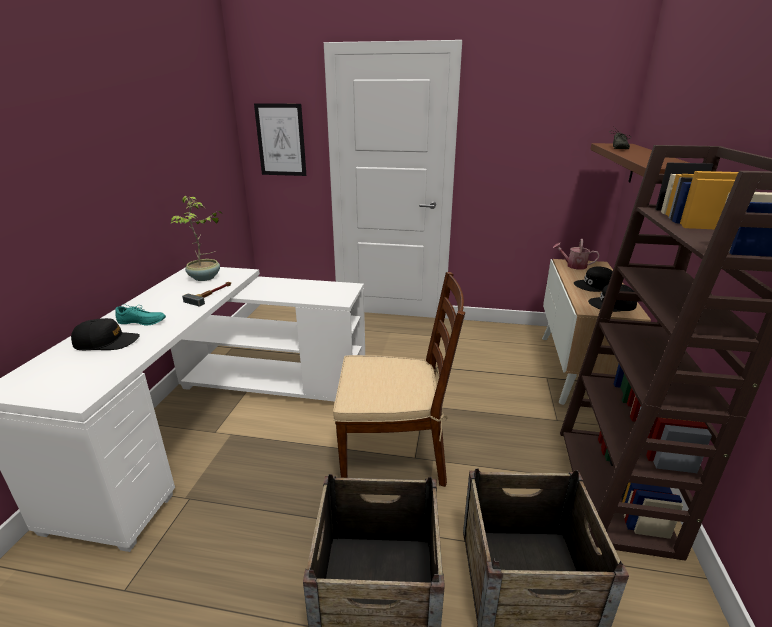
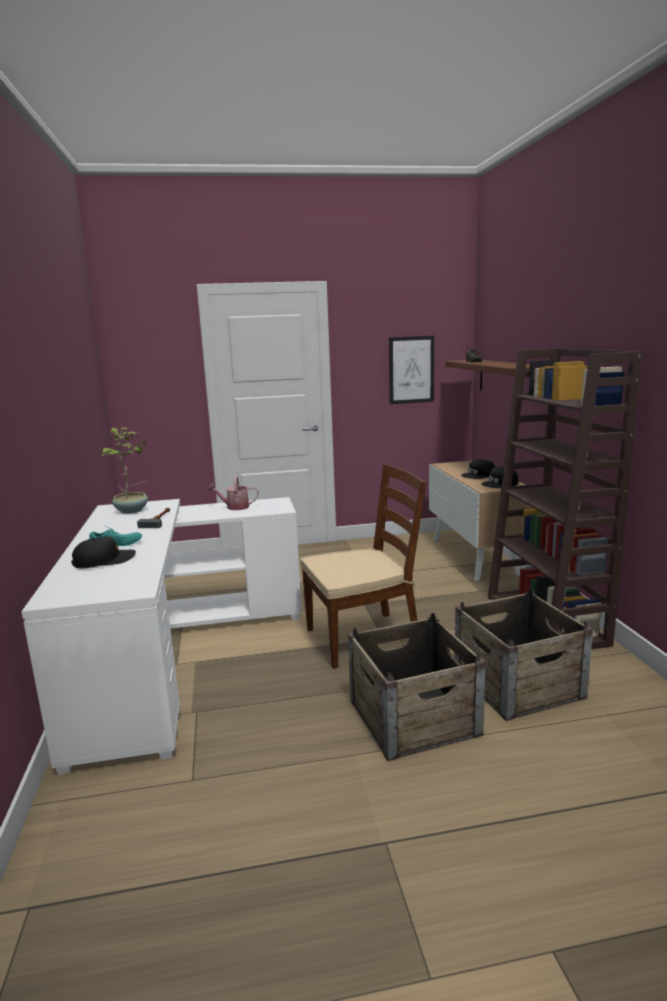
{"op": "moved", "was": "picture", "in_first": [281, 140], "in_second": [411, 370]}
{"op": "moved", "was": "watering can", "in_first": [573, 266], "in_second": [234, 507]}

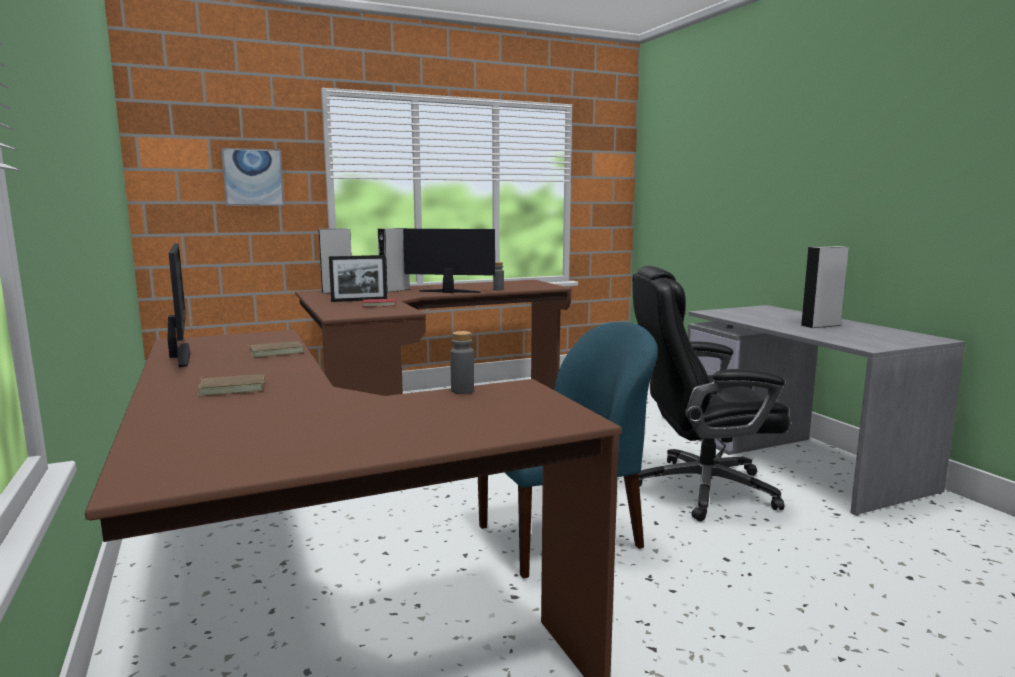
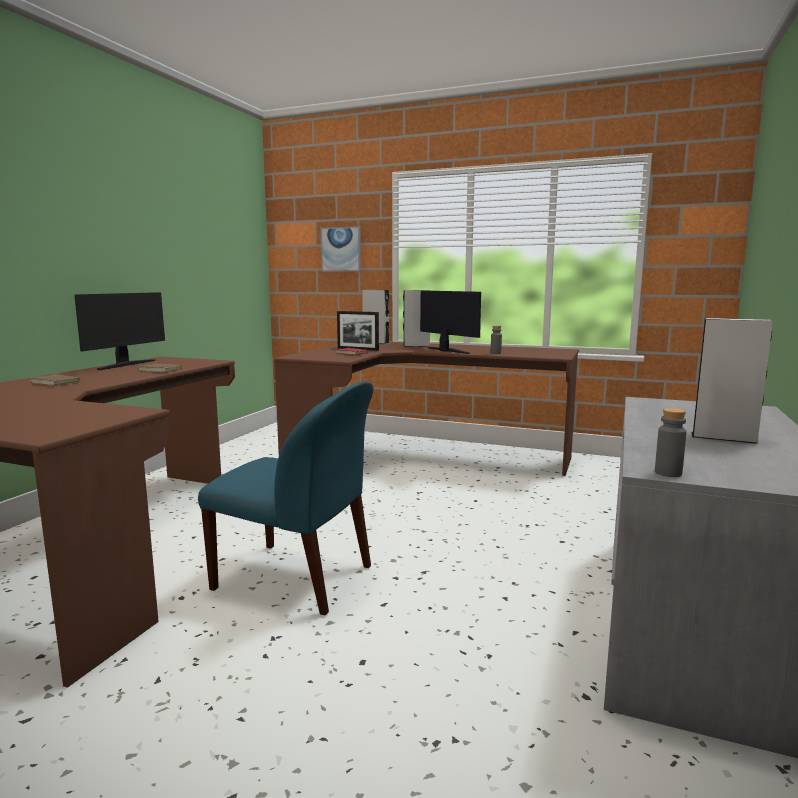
{"op": "moved", "was": "grey bottle", "in_first": [462, 390], "in_second": [668, 473]}
{"op": "removed", "was": "black office chair", "in_first": [700, 489]}

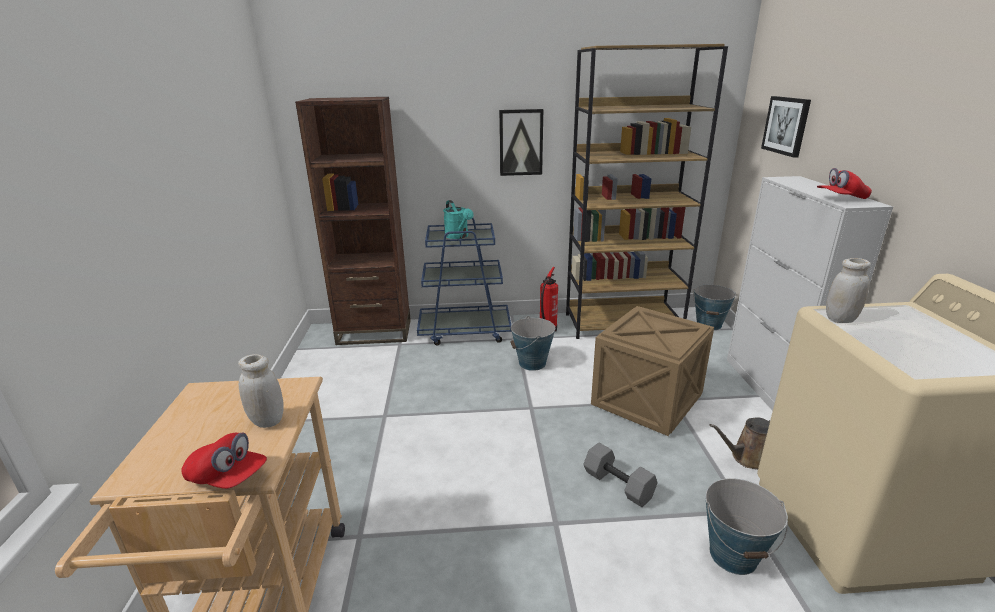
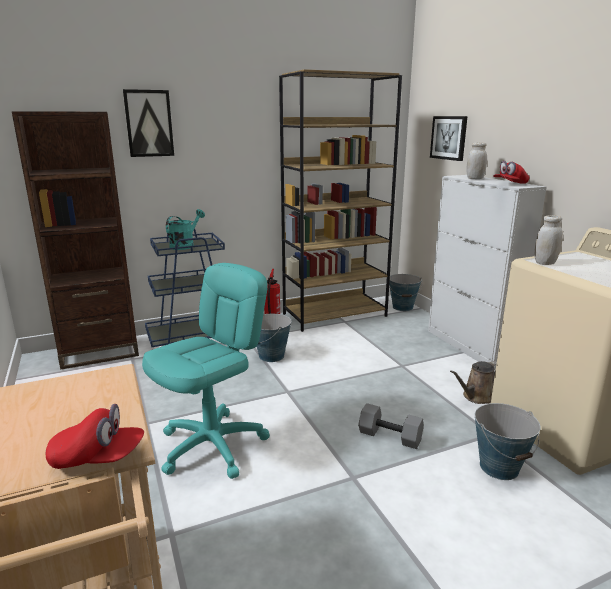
{"op": "moved", "was": "white jar", "in_first": [267, 421], "in_second": [475, 178]}
{"op": "turned", "was": "turquoise watering can", "in_first": [458, 236], "in_second": [185, 245], "clockwise": -105}
{"op": "moved", "was": "picture", "in_first": [521, 142], "in_second": [149, 123]}
{"op": "removed", "was": "crate", "in_first": [647, 399]}
{"op": "added", "now": "turquoise office chair", "in_second": [213, 445]}

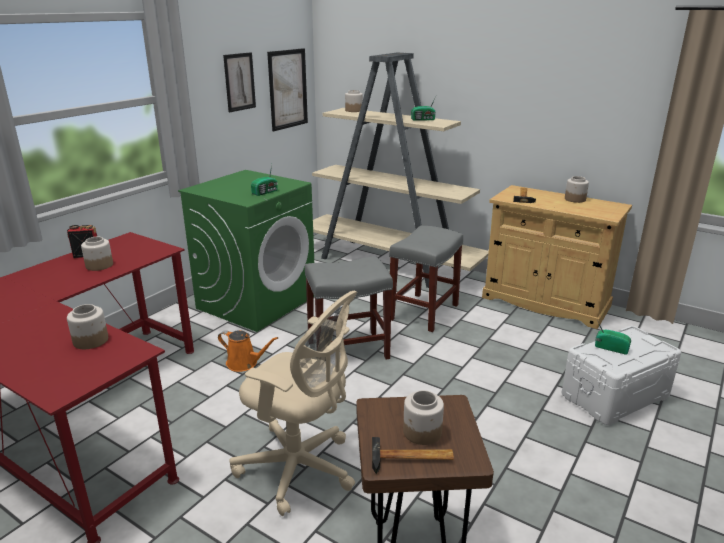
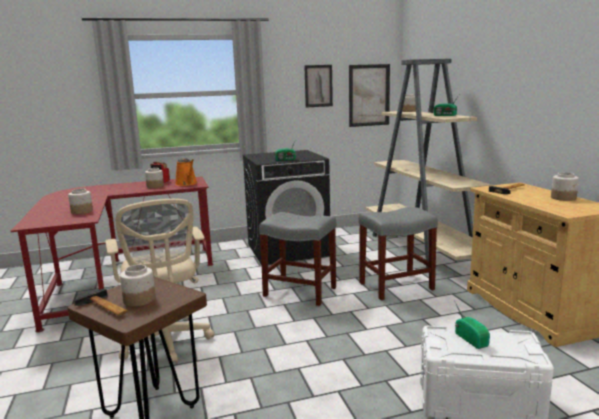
{"op": "recoloured", "was": "green washing machine", "now": "black washing machine", "in_first": [257, 301], "in_second": [288, 250]}
{"op": "moved", "was": "orange watering can", "in_first": [244, 363], "in_second": [187, 184]}

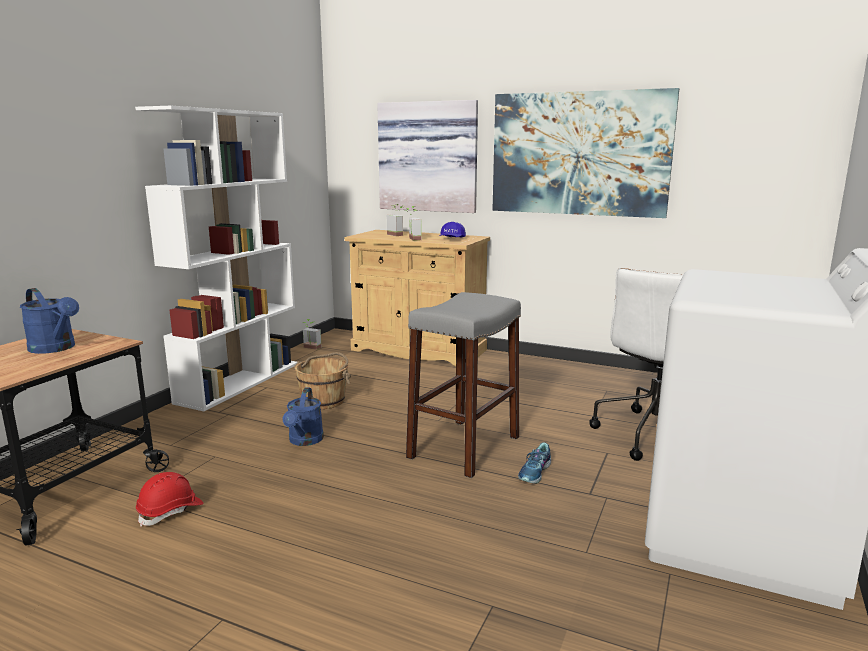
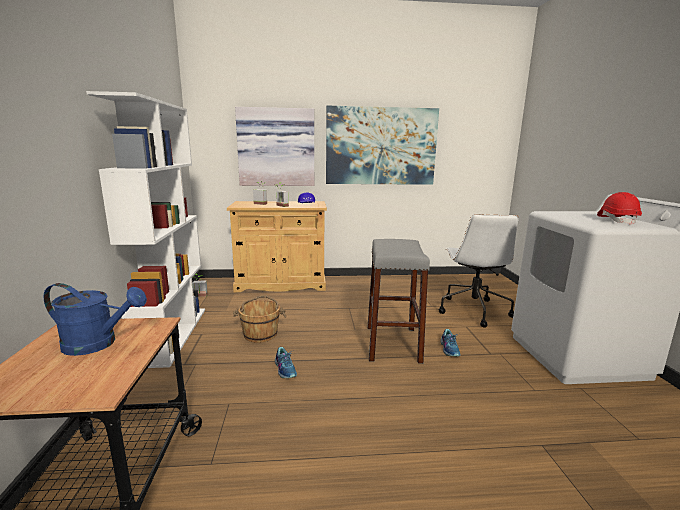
{"op": "moved", "was": "red hard hat", "in_first": [171, 512], "in_second": [617, 220]}
{"op": "replaced", "was": "blue watering can", "now": "shoe", "in_first": [304, 441], "in_second": [285, 369]}

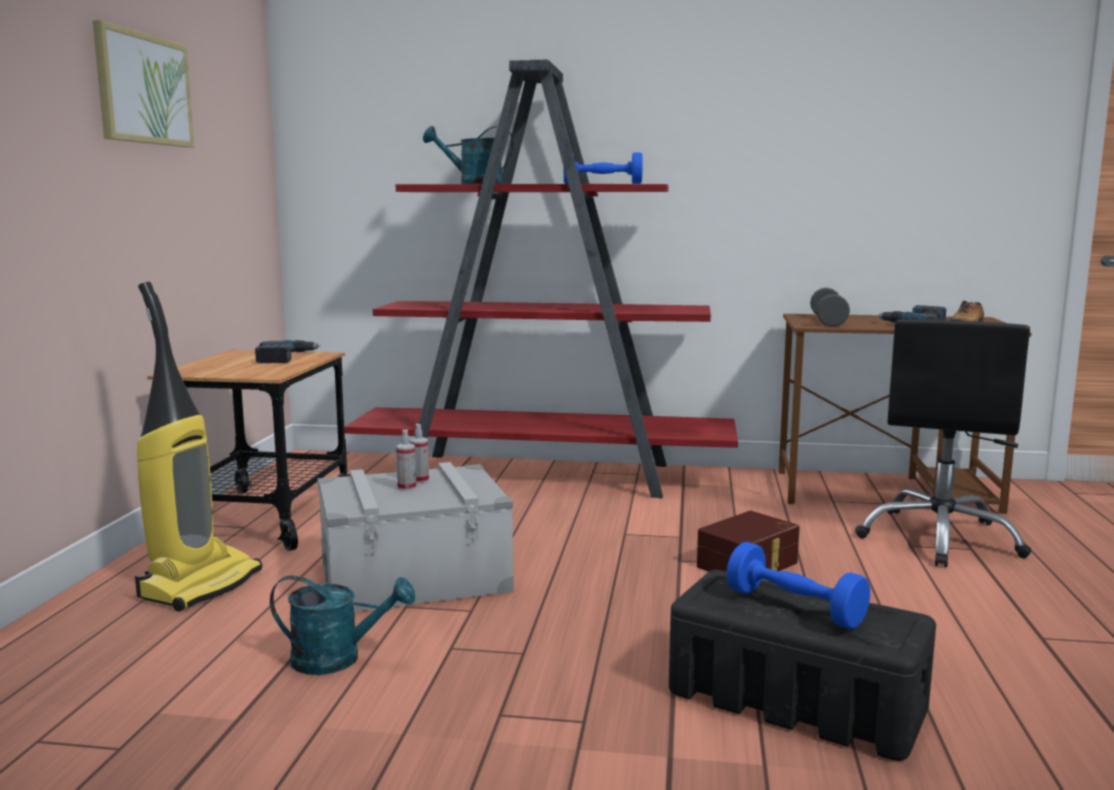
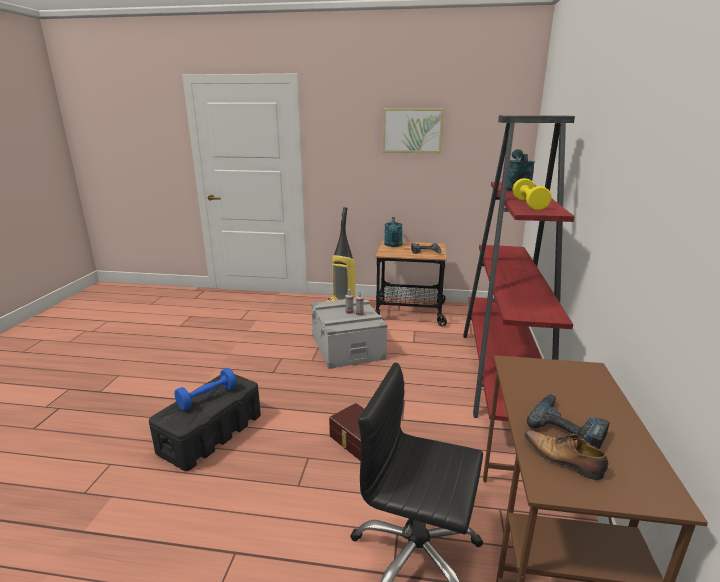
{"op": "moved", "was": "turquoise watering can", "in_first": [338, 659], "in_second": [393, 245]}
{"op": "recoloured", "was": "blue dumbbell", "now": "yellow dumbbell", "in_first": [602, 183], "in_second": [529, 204]}
{"op": "removed", "was": "grey dumbbell", "in_first": [828, 321]}

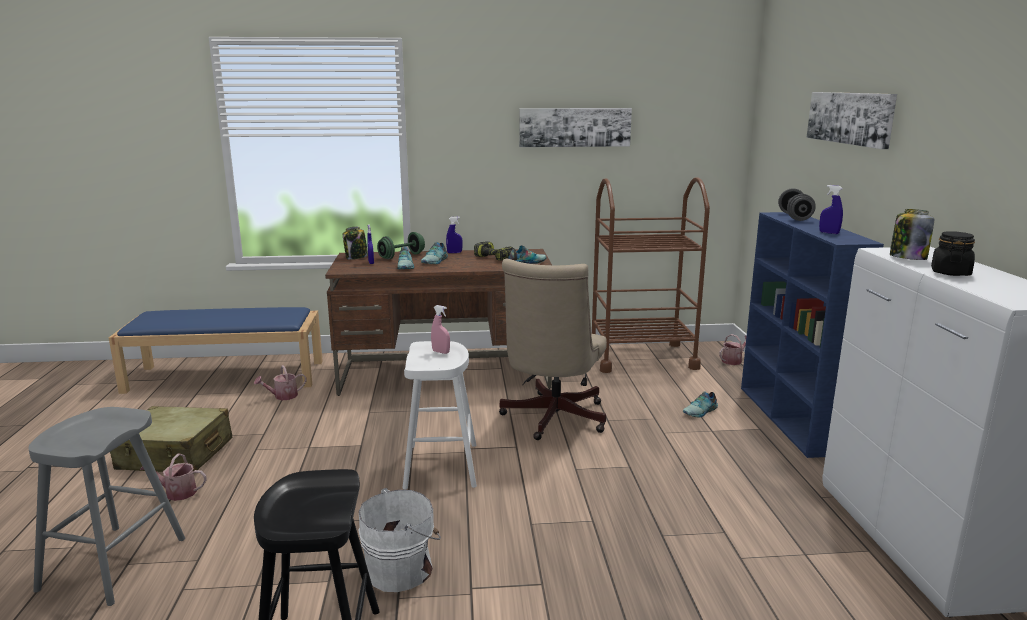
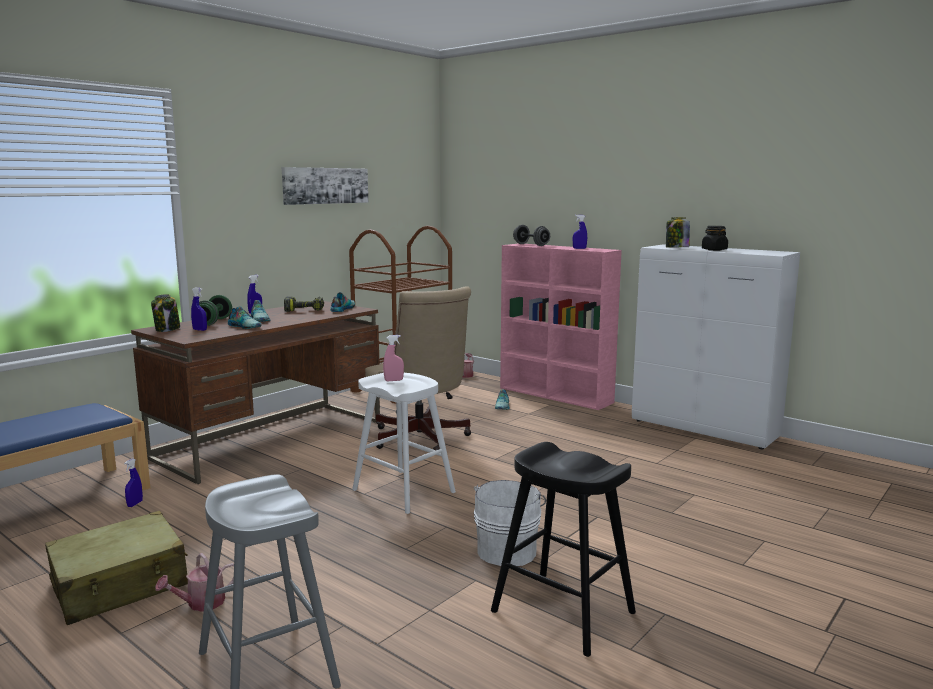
{"op": "replaced", "was": "watering can", "now": "blue spray bottle", "in_first": [282, 396], "in_second": [135, 504]}
{"op": "recoloured", "was": "blue bookcase", "now": "pink bookcase", "in_first": [791, 419], "in_second": [556, 395]}
{"op": "removed", "was": "picture", "in_first": [850, 118]}

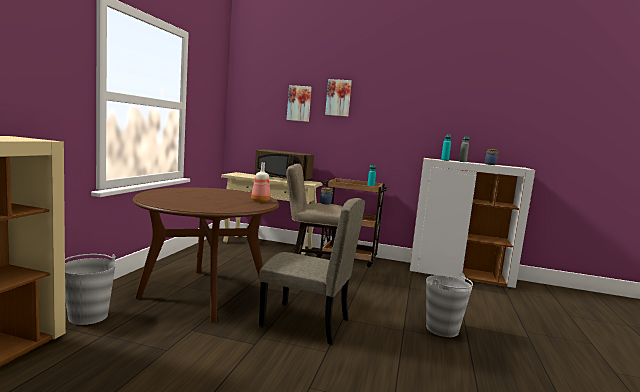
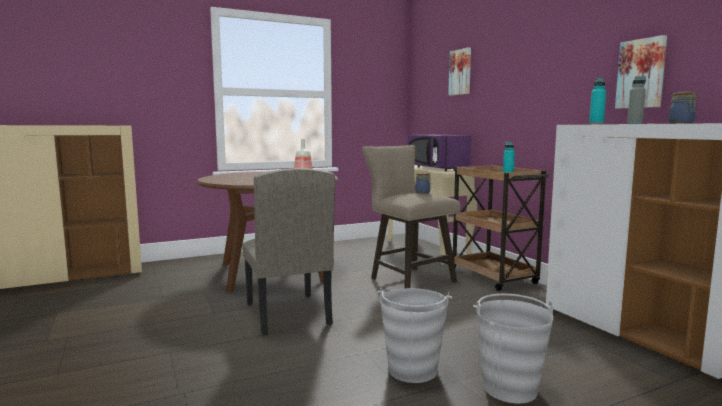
{"op": "moved", "was": "grey bucket", "in_first": [88, 316], "in_second": [510, 388]}
{"op": "recoloured", "was": "brown microwave", "now": "purple microwave", "in_first": [282, 179], "in_second": [436, 168]}
{"op": "moved", "was": "picture", "in_first": [338, 98], "in_second": [641, 74]}

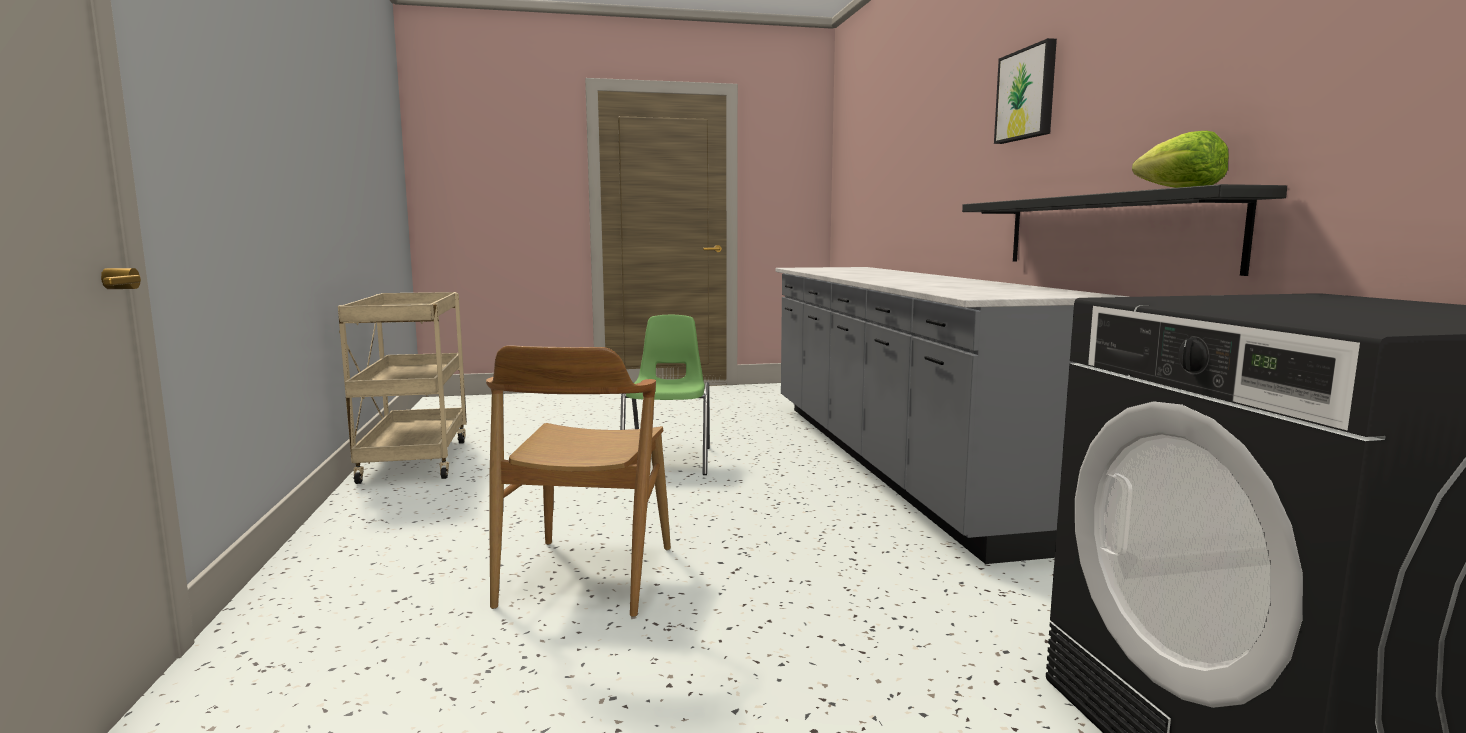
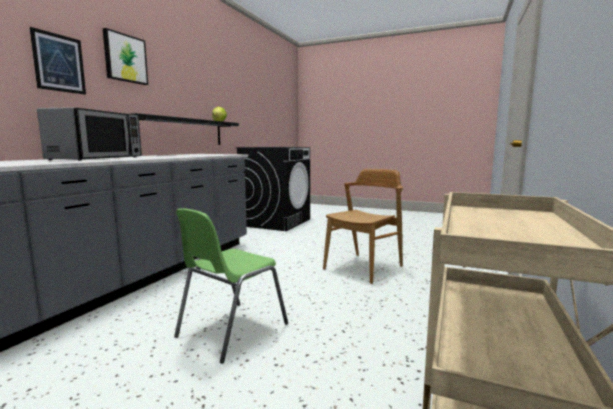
{"op": "added", "now": "picture", "in_second": [59, 63]}
{"op": "added", "now": "microwave", "in_second": [98, 158]}

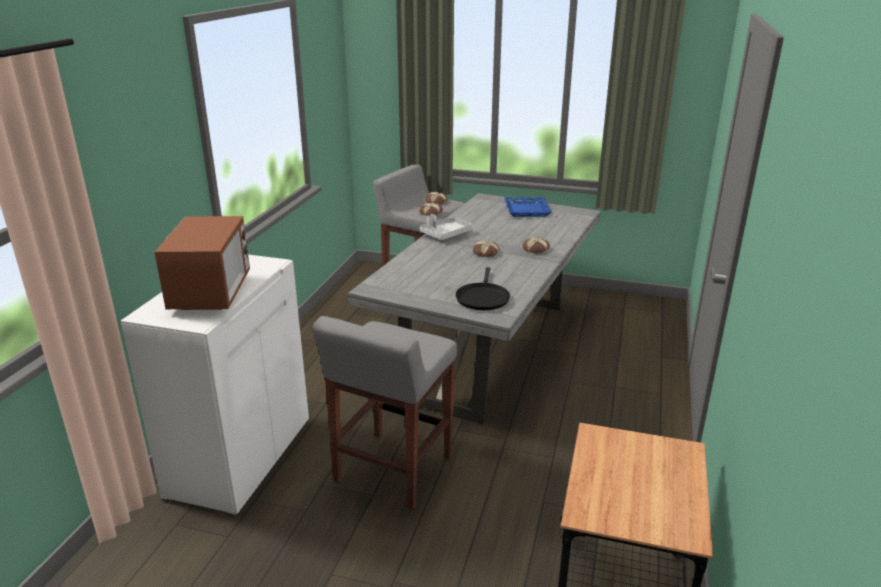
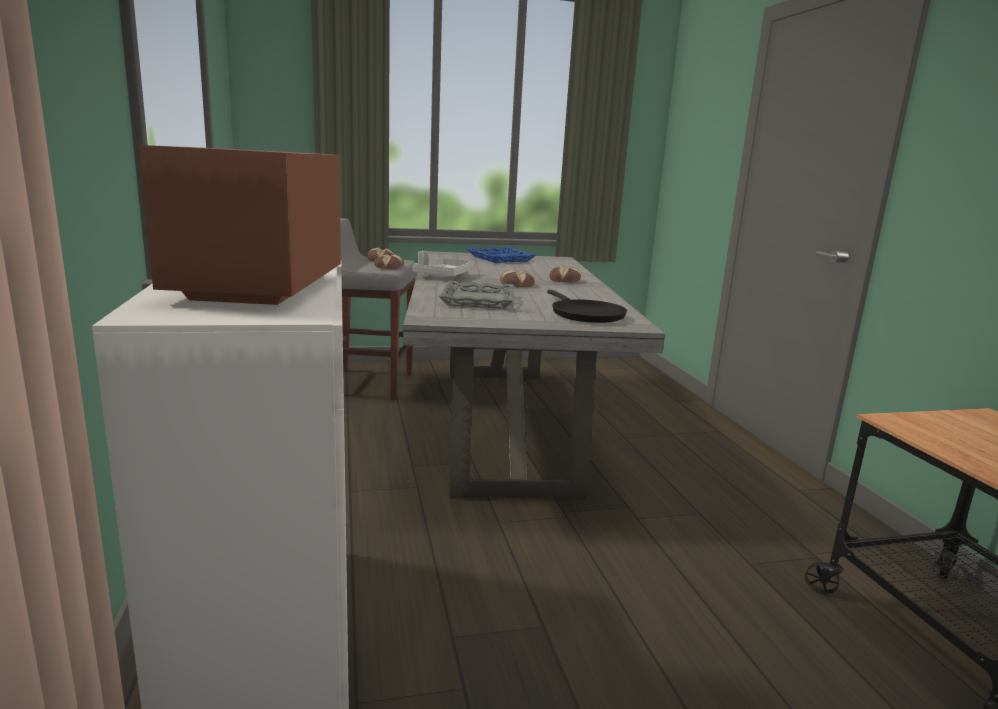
{"op": "turned", "was": "microwave", "in_first": [211, 293], "in_second": [259, 287], "clockwise": -150}
{"op": "removed", "was": "grey stool", "in_first": [392, 470]}
{"op": "added", "now": "grey tray", "in_second": [478, 300]}

